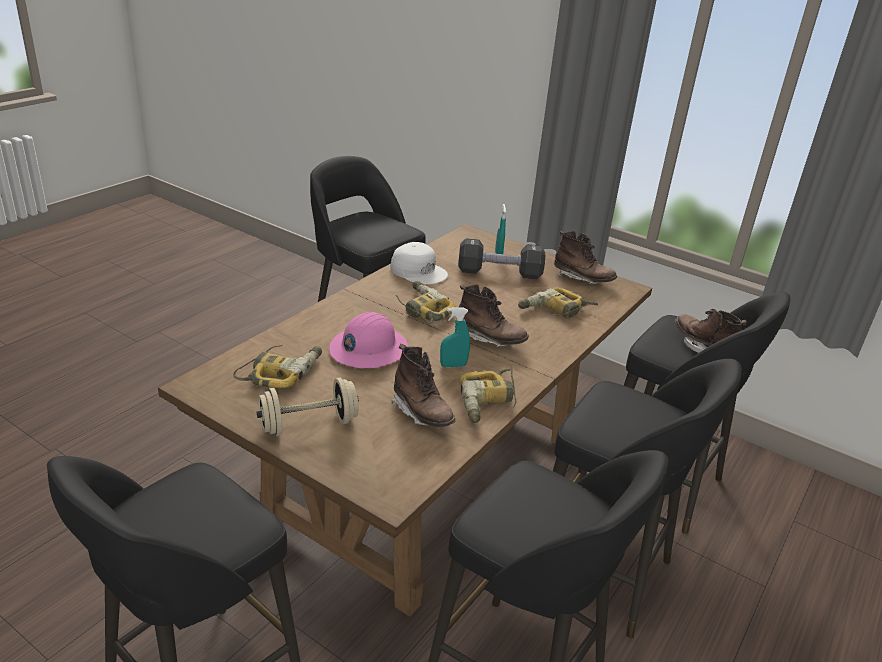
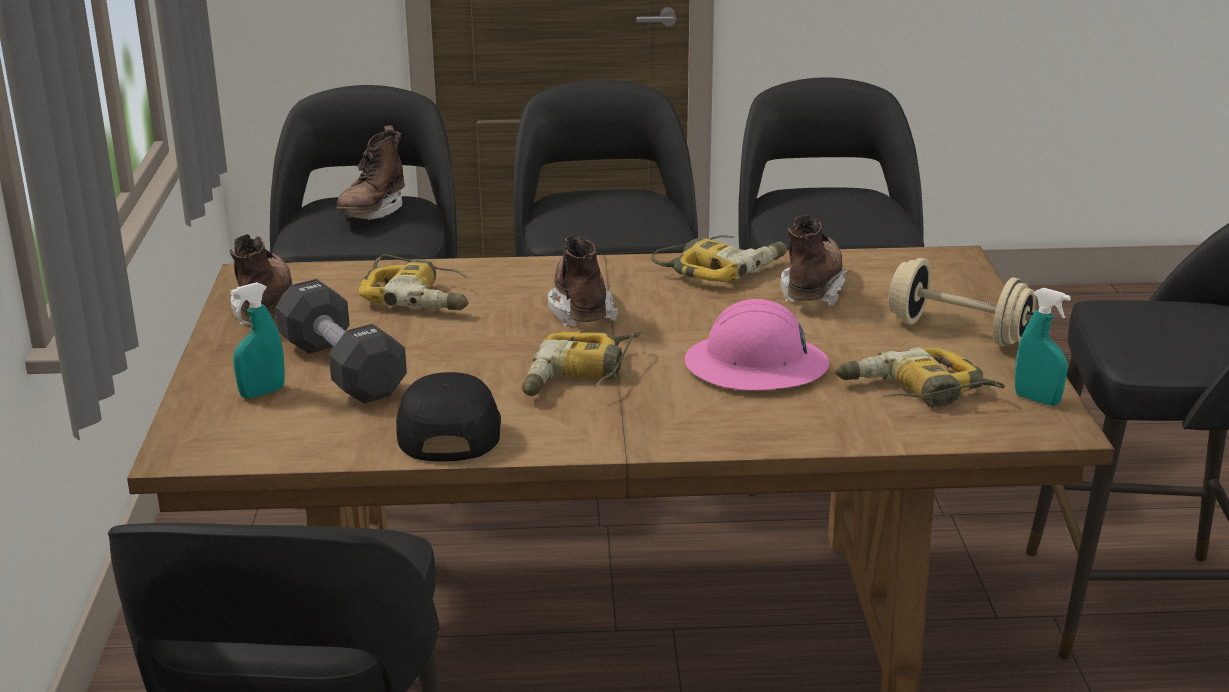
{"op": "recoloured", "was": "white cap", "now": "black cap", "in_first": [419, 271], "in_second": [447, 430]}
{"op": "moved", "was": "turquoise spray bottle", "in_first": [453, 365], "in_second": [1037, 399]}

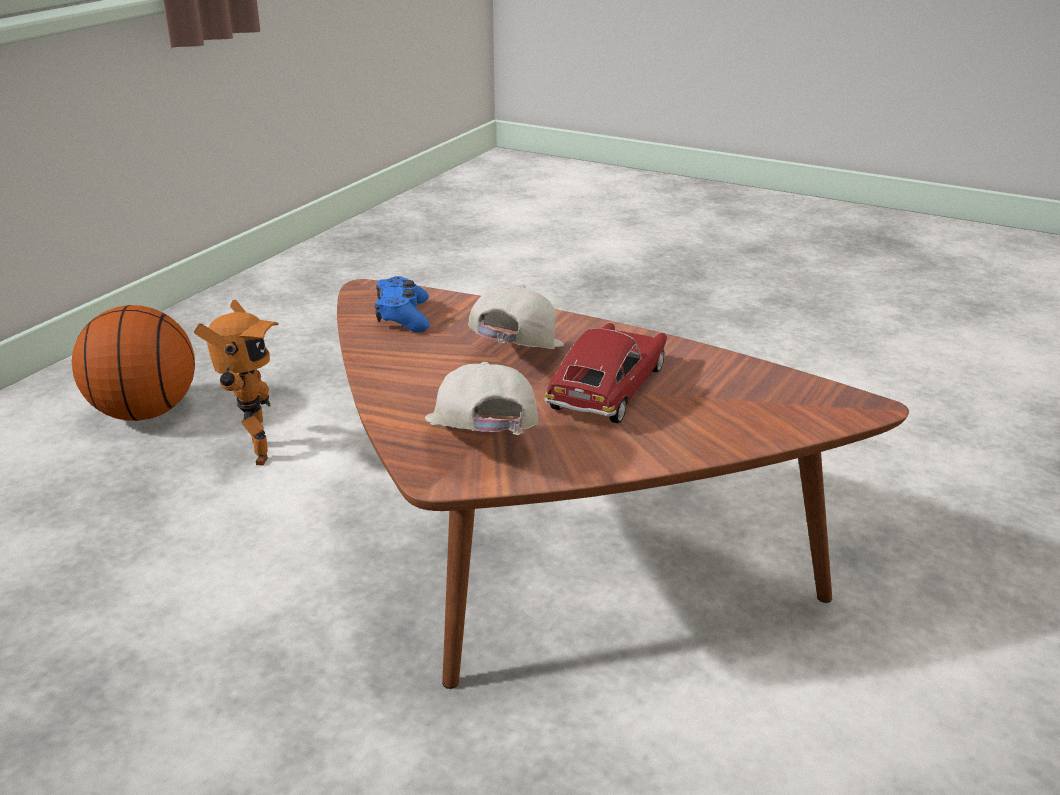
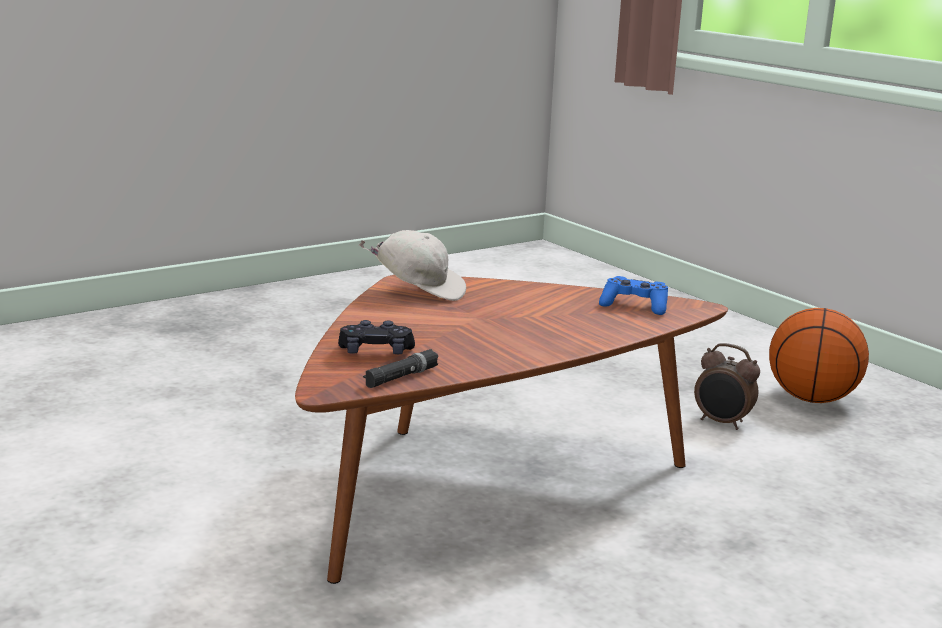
{"op": "replaced", "was": "toy robot", "now": "alarm clock", "in_first": [252, 454], "in_second": [722, 423]}
{"op": "removed", "was": "white cap", "in_first": [513, 361]}
{"op": "removed", "was": "toy car", "in_first": [608, 389]}
{"op": "added", "now": "black game controller", "in_second": [376, 352]}
{"op": "added", "now": "black flashlight", "in_second": [401, 377]}

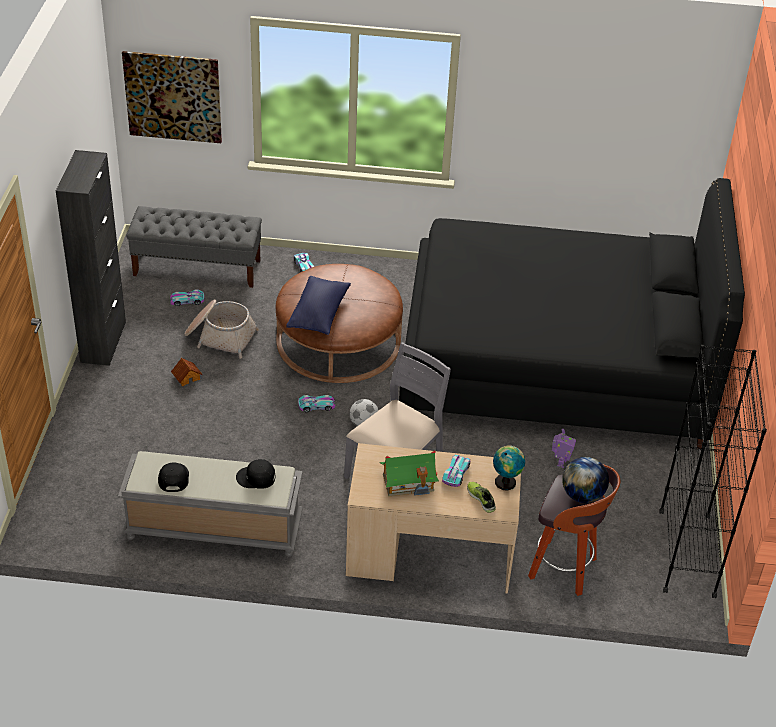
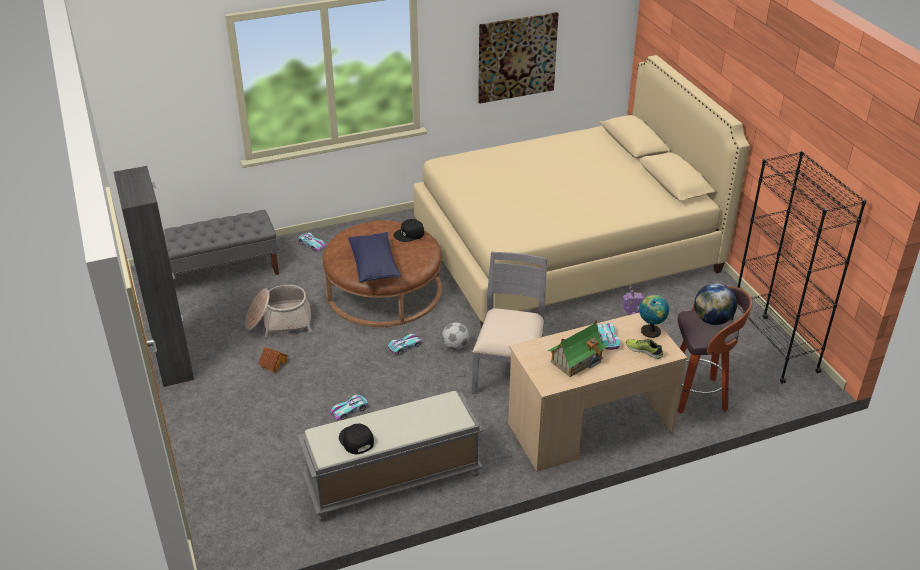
{"op": "moved", "was": "picture", "in_first": [173, 97], "in_second": [517, 57]}
{"op": "moved", "was": "toy car", "in_first": [187, 300], "in_second": [349, 410]}
{"op": "moved", "was": "black cap", "in_first": [256, 478], "in_second": [409, 234]}
{"op": "recoloured", "was": "black bed", "now": "beige bed", "in_first": [554, 361], "in_second": [565, 249]}

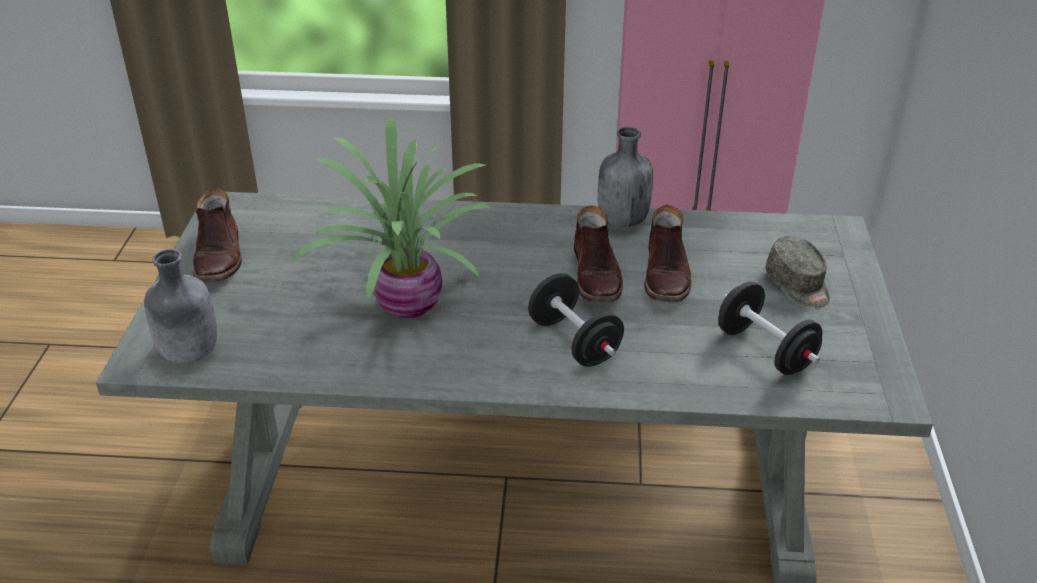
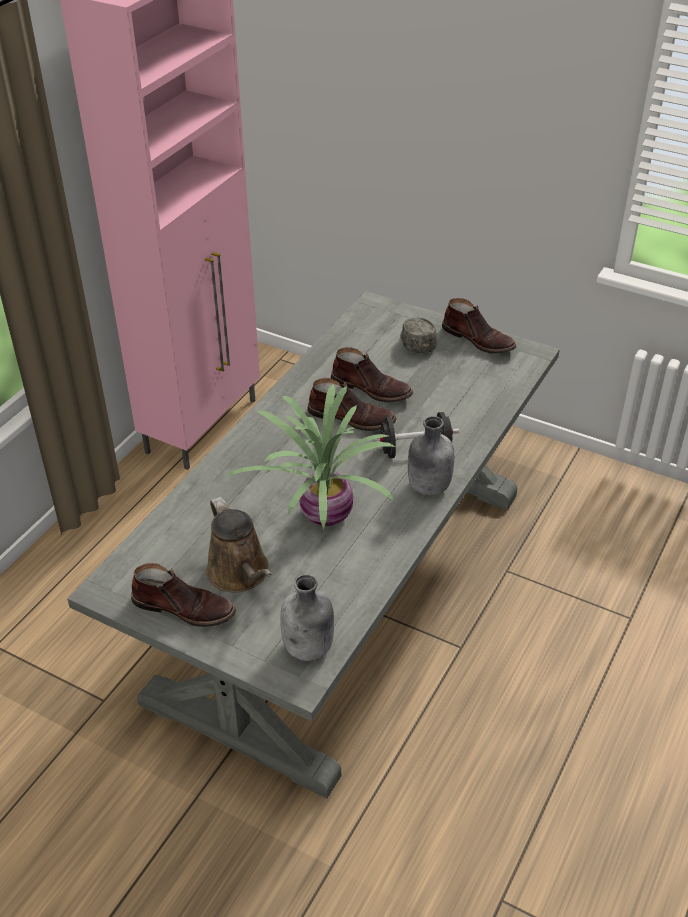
{"op": "moved", "was": "grey bottle", "in_first": [621, 220], "in_second": [428, 487]}
{"op": "removed", "was": "black dumbbell", "in_first": [765, 350]}
{"op": "turned", "was": "grey cap", "in_first": [798, 285], "in_second": [416, 342], "clockwise": -105}
{"op": "added", "now": "brown watering can", "in_second": [240, 574]}
{"op": "added", "now": "brown boot", "in_second": [479, 339]}

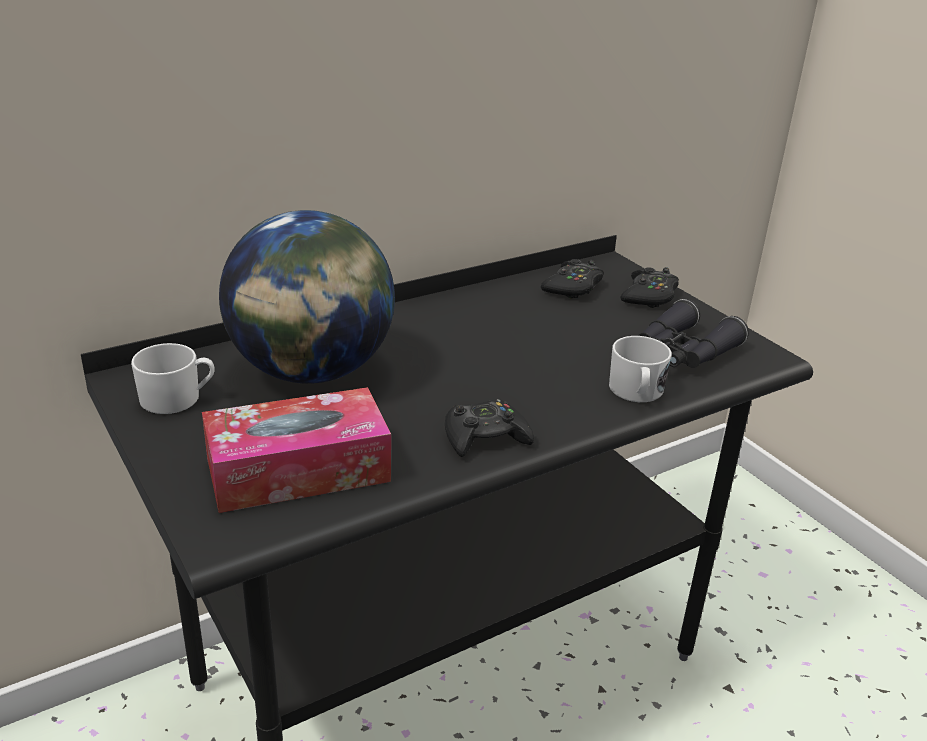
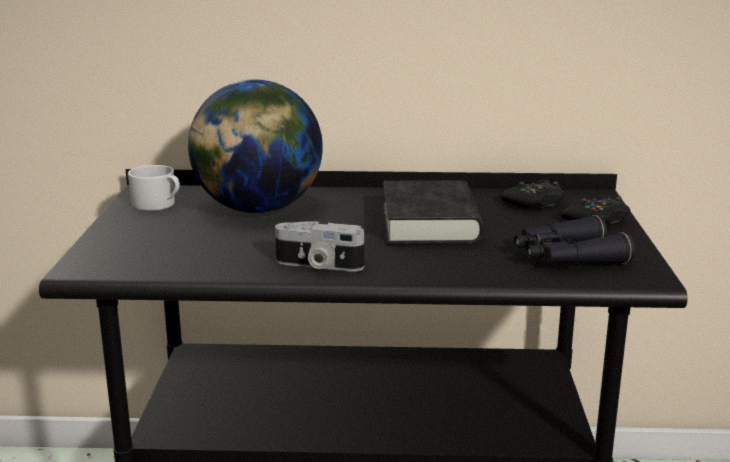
{"op": "removed", "was": "tissue box", "in_first": [298, 470]}
{"op": "replaced", "was": "black game controller", "now": "photo camera", "in_first": [485, 437], "in_second": [318, 265]}
{"op": "removed", "was": "white mug", "in_first": [636, 392]}
{"op": "added", "now": "black book", "in_second": [429, 223]}

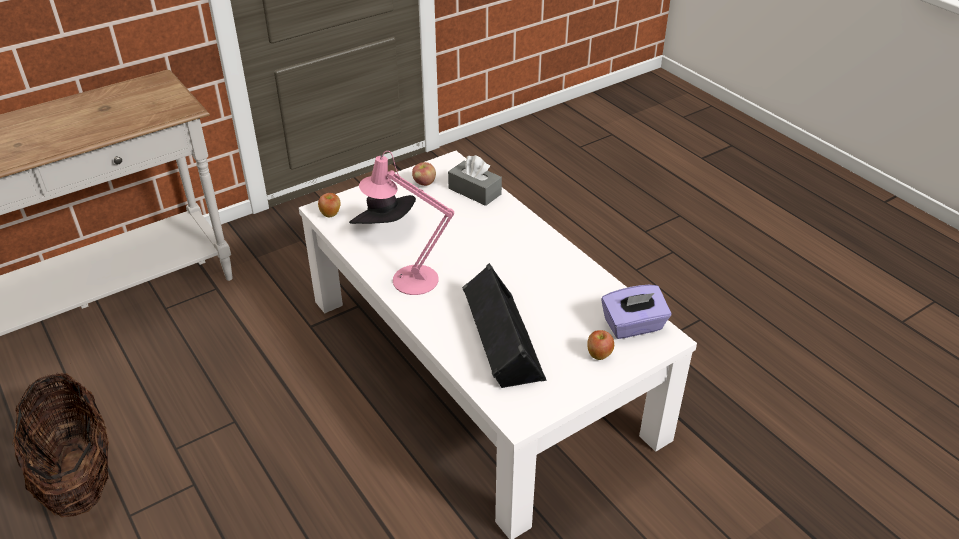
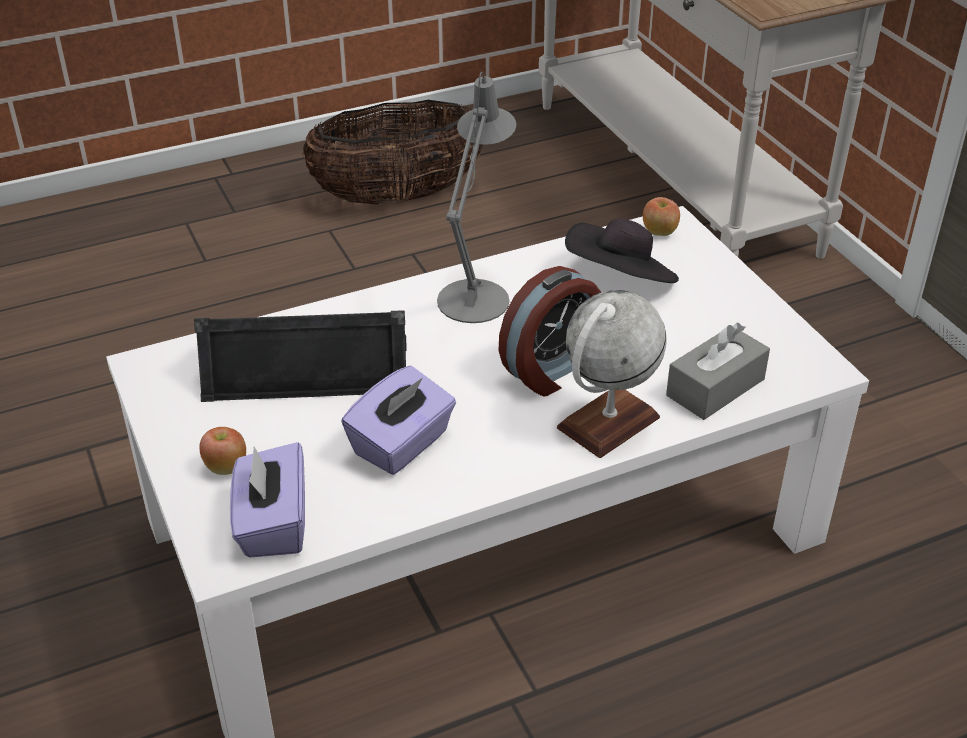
{"op": "recoloured", "was": "pink table lamp", "now": "grey table lamp", "in_first": [408, 279], "in_second": [476, 294]}
{"op": "removed", "was": "apple", "in_first": [424, 183]}
{"op": "added", "now": "purple tissue box", "in_second": [402, 444]}
{"op": "added", "now": "alarm clock", "in_second": [555, 370]}
{"op": "added", "now": "globe", "in_second": [608, 423]}

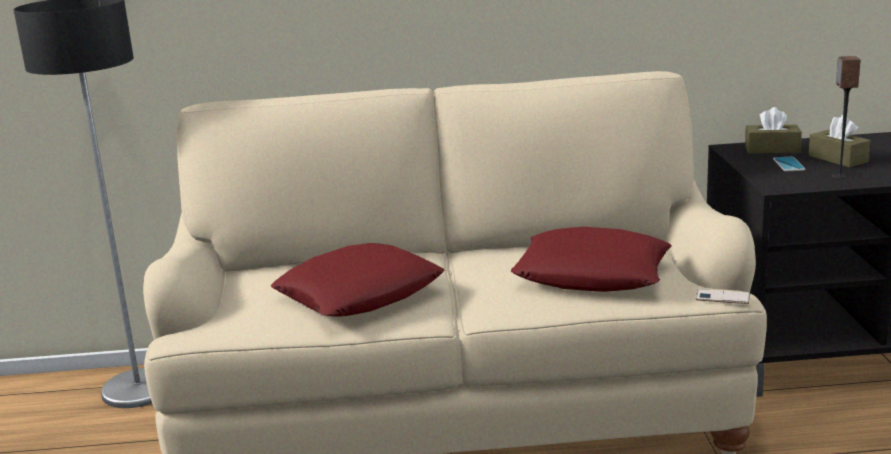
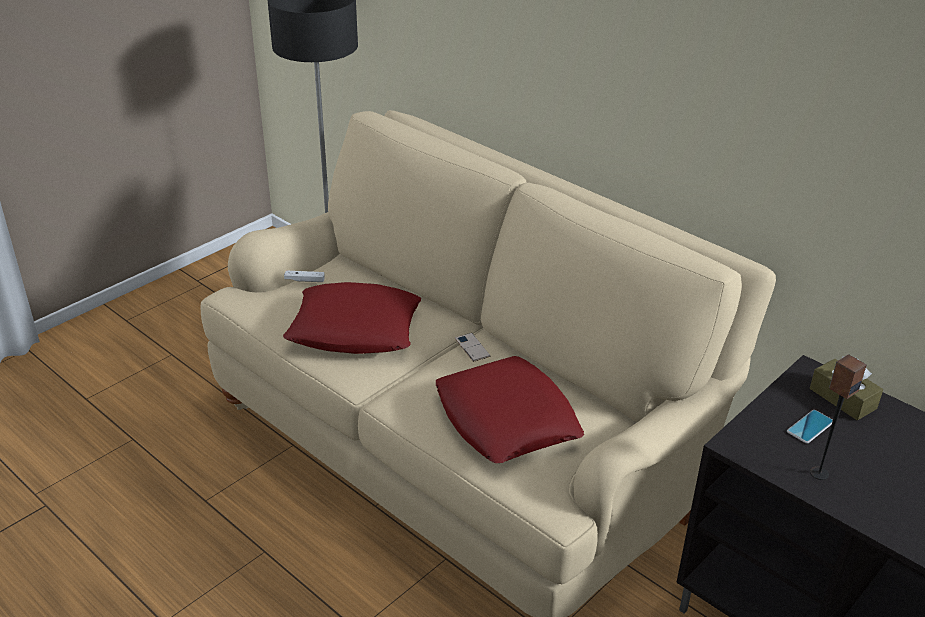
{"op": "moved", "was": "phone", "in_first": [722, 297], "in_second": [472, 347]}
{"op": "removed", "was": "brown tissue box", "in_first": [838, 159]}
{"op": "added", "now": "white game controller", "in_second": [304, 280]}

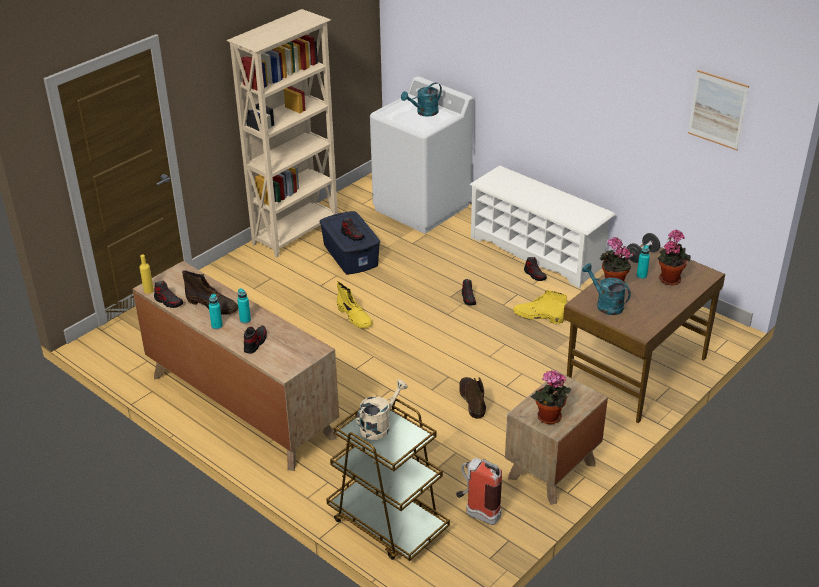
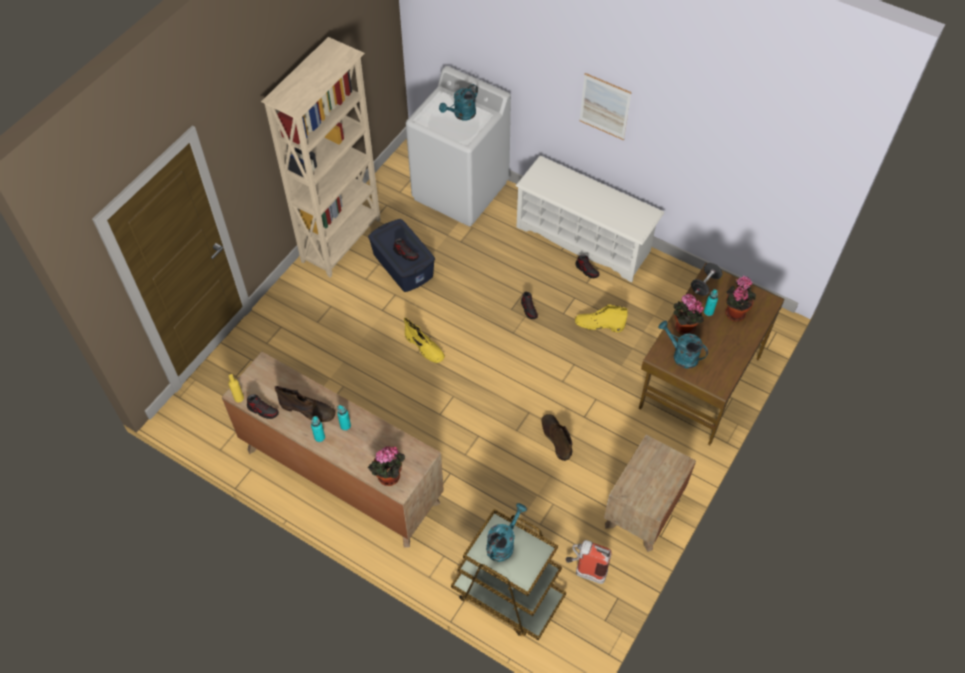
{"op": "removed", "was": "shoe", "in_first": [255, 343]}
{"op": "recoloured", "was": "beige watering can", "now": "turquoise watering can", "in_first": [379, 426], "in_second": [503, 543]}
{"op": "moved", "was": "potted plant", "in_first": [548, 418], "in_second": [388, 478]}
{"op": "moved", "was": "picture", "in_first": [717, 110], "in_second": [604, 106]}

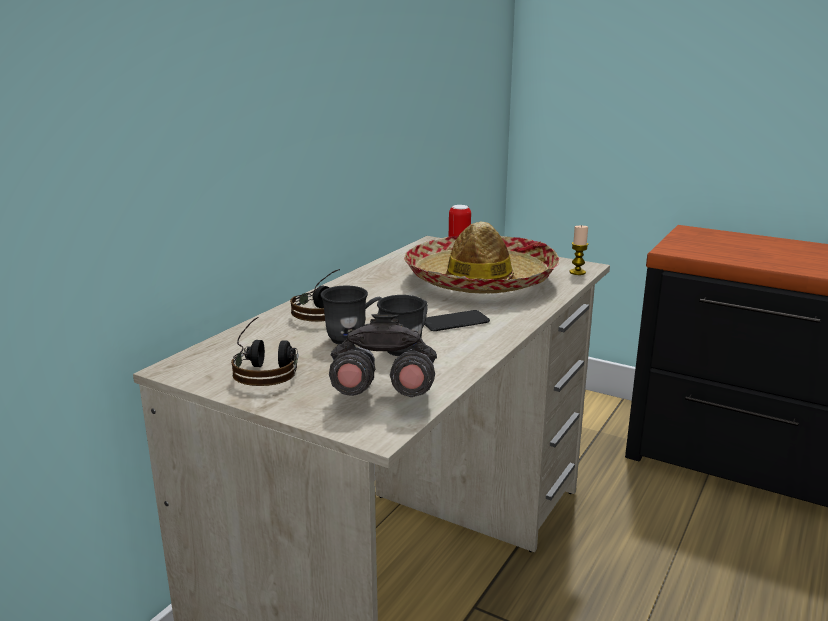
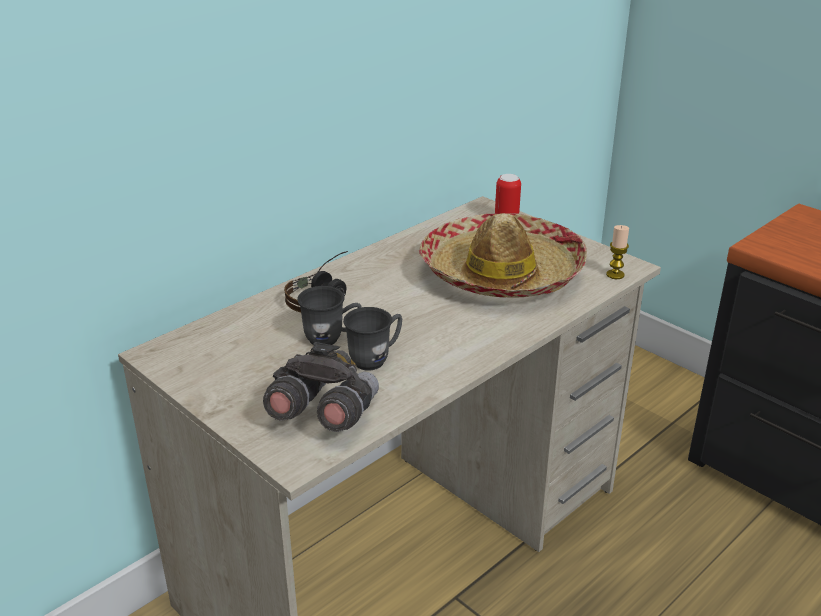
{"op": "removed", "was": "headphones", "in_first": [266, 367]}
{"op": "removed", "was": "phone", "in_first": [455, 322]}

